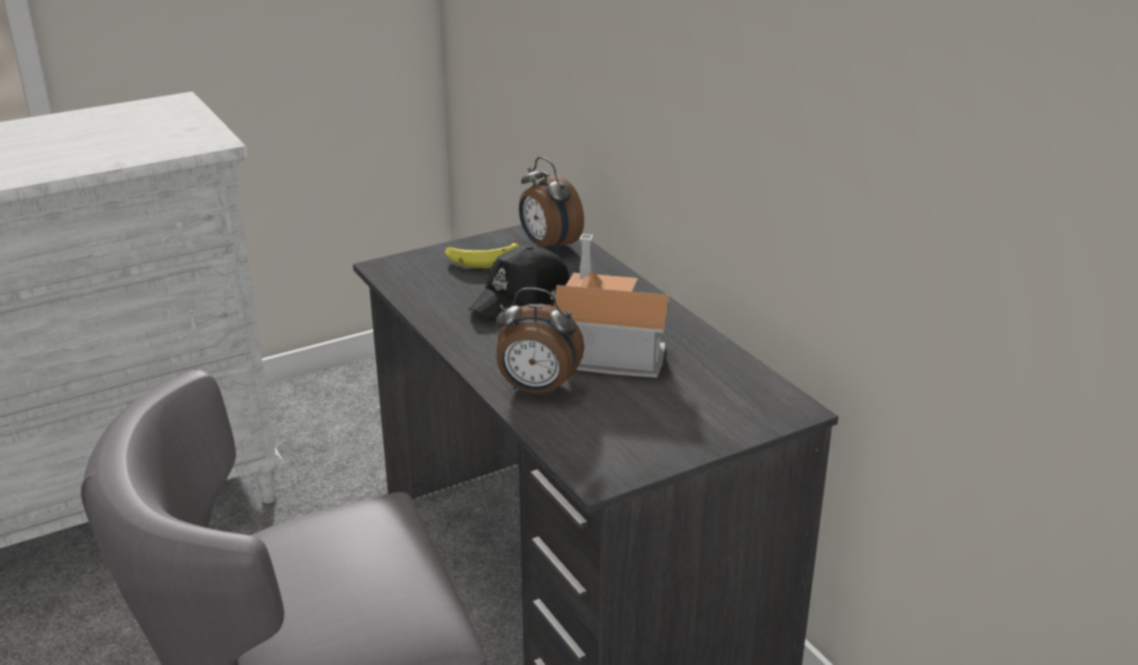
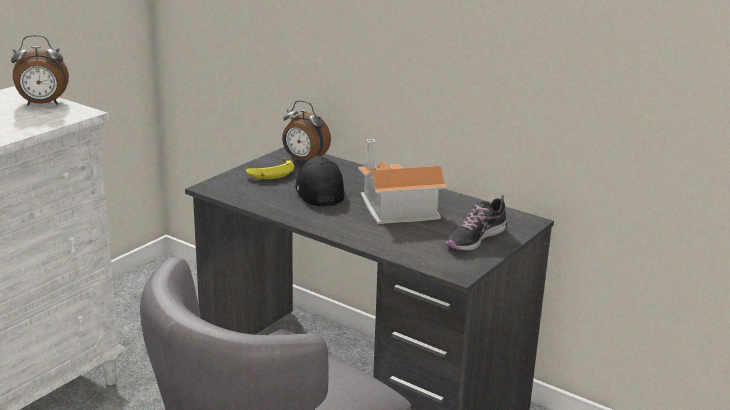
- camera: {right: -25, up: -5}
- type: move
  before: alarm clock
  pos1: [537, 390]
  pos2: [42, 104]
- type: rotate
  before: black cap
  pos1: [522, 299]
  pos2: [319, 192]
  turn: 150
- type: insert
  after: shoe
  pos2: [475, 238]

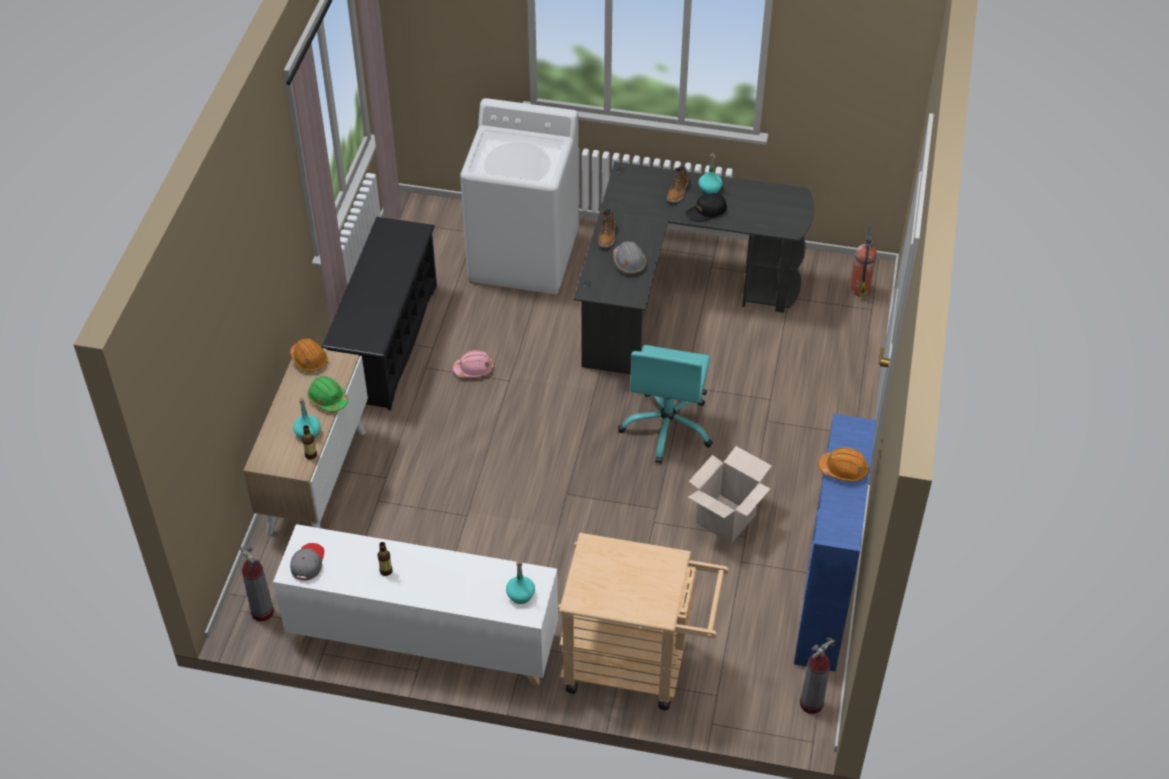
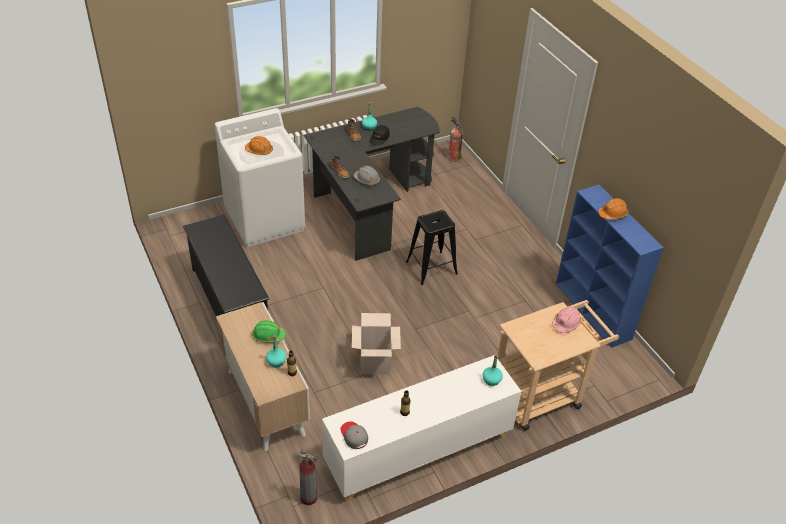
- camera: {right: -40, up: -5}
- type: move
  before: orange hard hat
  pos1: [309, 360]
  pos2: [259, 150]
- type: move
  before: cardboard box
  pos1: [726, 519]
  pos2: [375, 362]
- type: replace
  before: turquoise office chair
  after: black stool
  pos1: [667, 427]
  pos2: [432, 268]
- type: move
  before: pink hard hat
  pos1: [474, 369]
  pos2: [566, 323]
- type: delete
  before: fire extinguisher
  pos1: [811, 704]

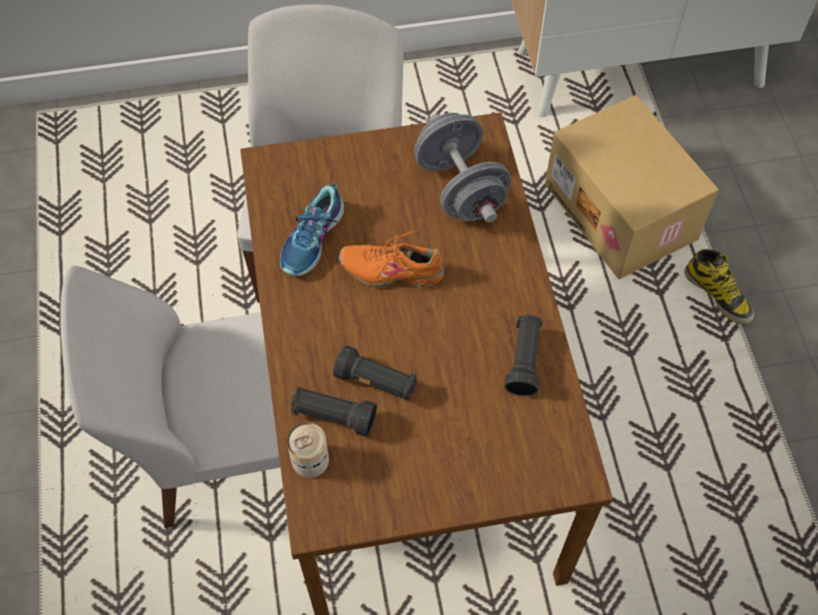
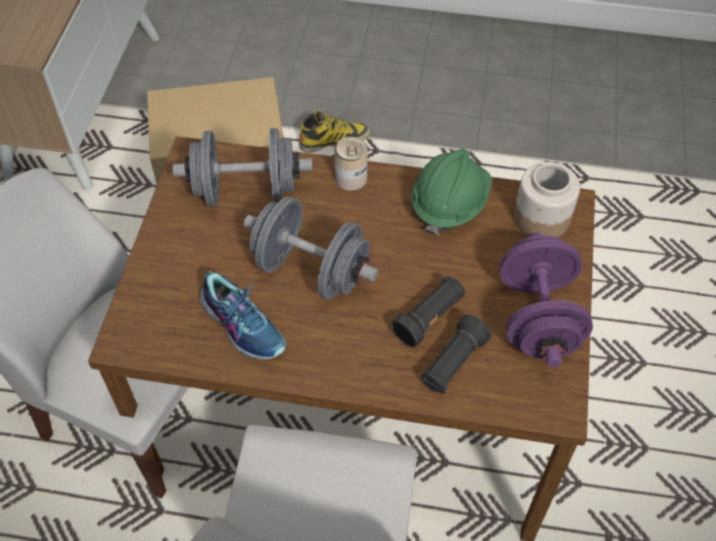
- camera: {right: -70, up: -5}
- type: replace
  before: orange shoe
  after: grey dumbbell
  pos1: [392, 270]
  pos2: [311, 270]
- type: move
  before: can
  pos1: [310, 460]
  pos2: [351, 178]
- type: replace
  before: black flashlight
  after: green hard hat
  pos1: [524, 361]
  pos2: [449, 204]
- type: insert
  after: purple dumbbell
  pos2: [538, 318]
- type: insert
  after: jar
  pos2: [541, 218]

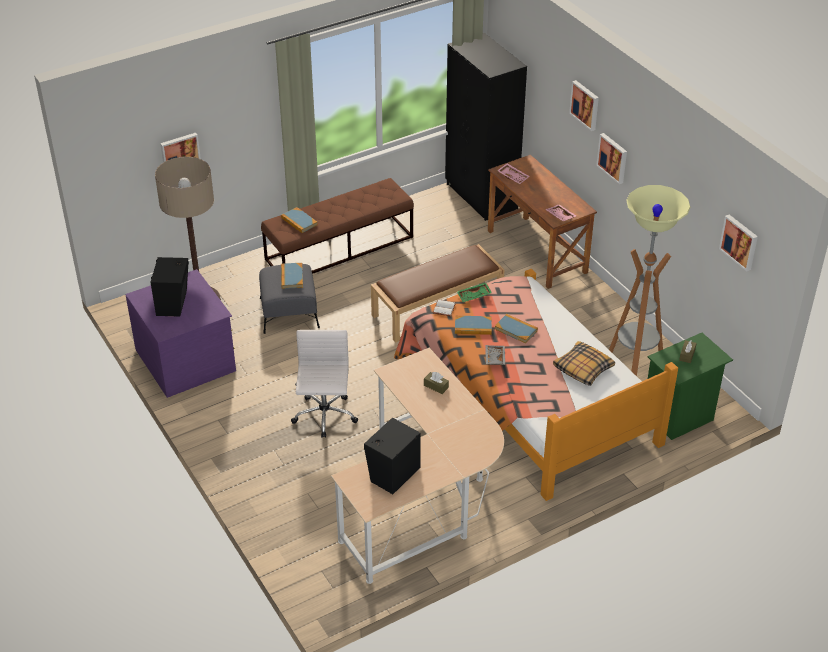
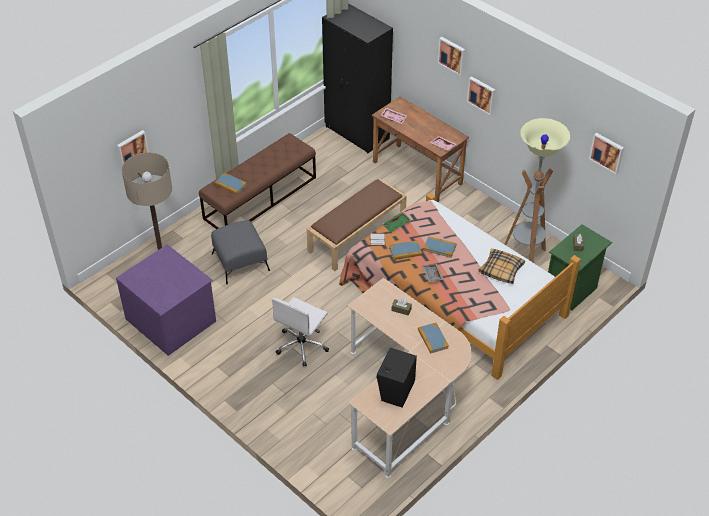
- camera: {right: -15, up: 5}
- type: rotate
  before: white office chair
  pos1: [324, 416]
  pos2: [302, 345]
  turn: -135
- type: move
  before: book
  pos1: [292, 277]
  pos2: [432, 339]
- type: delete
  before: black speaker
  pos1: [174, 303]

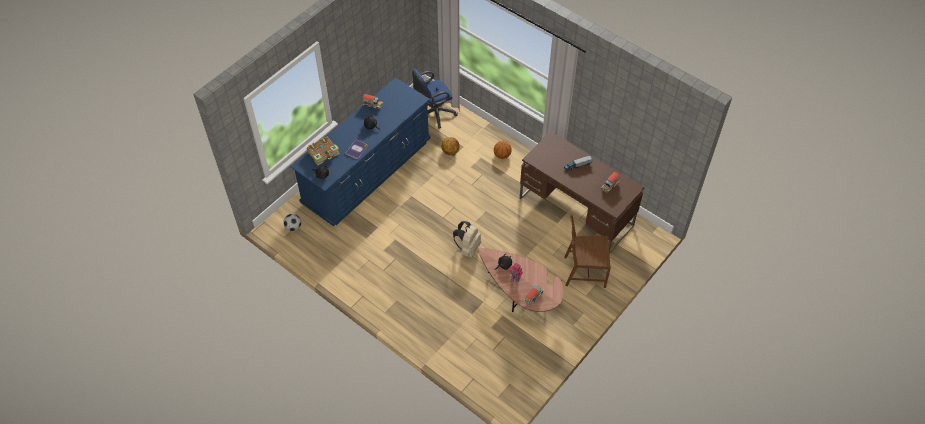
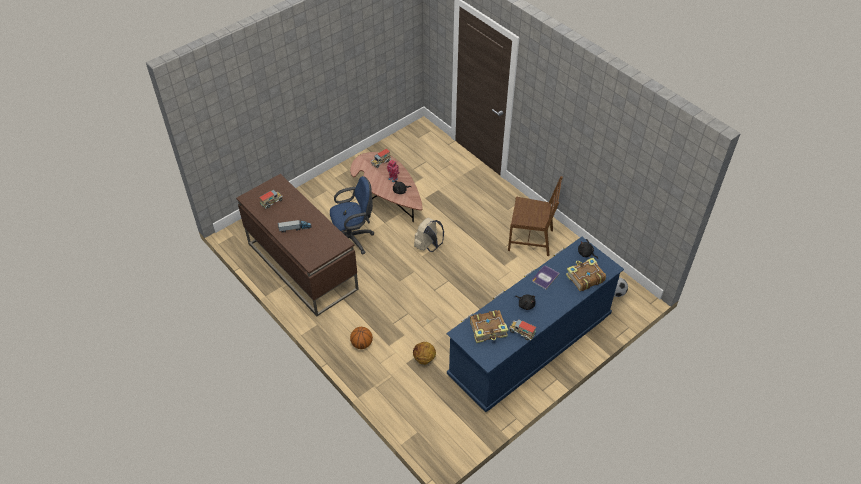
- camera: {right: -170, up: -5}
- type: move
  before: blue office chair
  pos1: [433, 114]
  pos2: [353, 239]
- type: insert
  after: book
  pos2: [488, 330]
- type: move
  before: brown chair
  pos1: [584, 271]
  pos2: [531, 239]

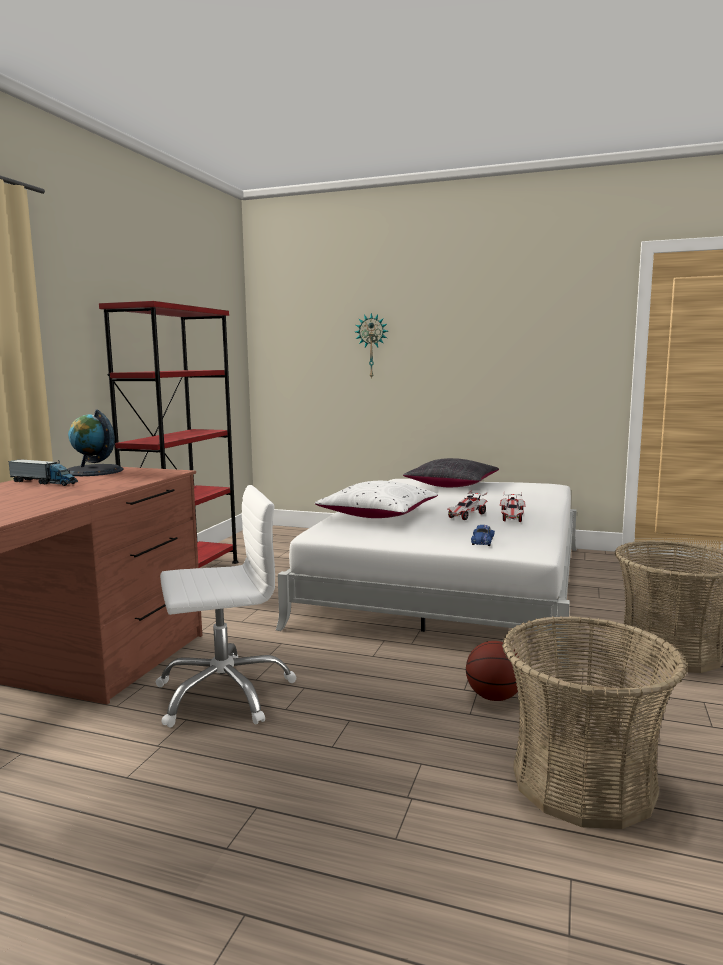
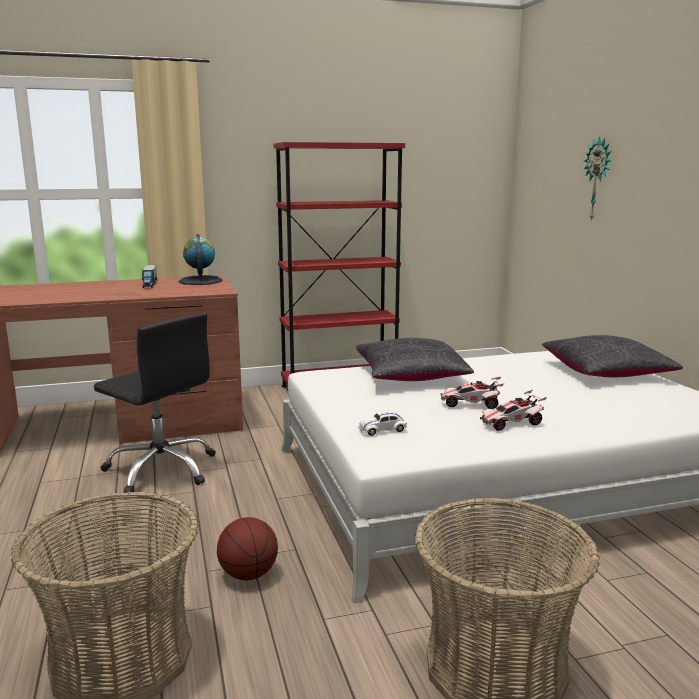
- camera: {right: 55, up: 5}
- type: recolor
  before: white office chair
  after: black office chair
  pos1: [224, 693]
  pos2: [162, 469]
- type: recolor
  before: white pillow
  after: black pillow
  pos1: [378, 515]
  pos2: [411, 376]
- type: recolor
  before: blue toy car
  after: white toy car
  pos1: [482, 542]
  pos2: [382, 430]

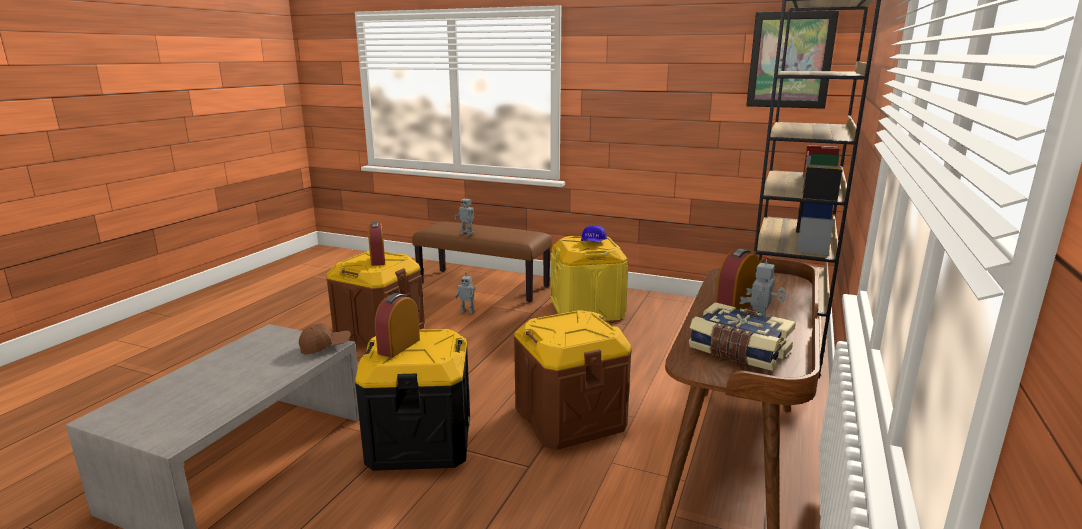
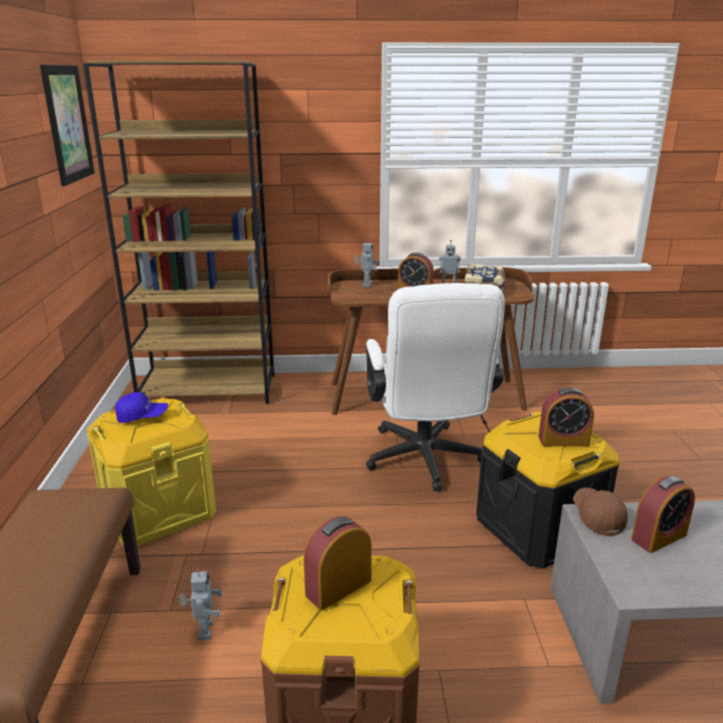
- camera: {right: -115, up: 5}
- type: move
  before: toy robot
  pos1: [467, 233]
  pos2: [366, 285]
- type: replace
  before: brown storage box
  after: white office chair
  pos1: [569, 418]
  pos2: [425, 462]
- type: rotate
  before: brown cap
  pos1: [325, 346]
  pos2: [597, 517]
  turn: 45
- type: insert
  after: alarm clock
  pos2: [659, 537]

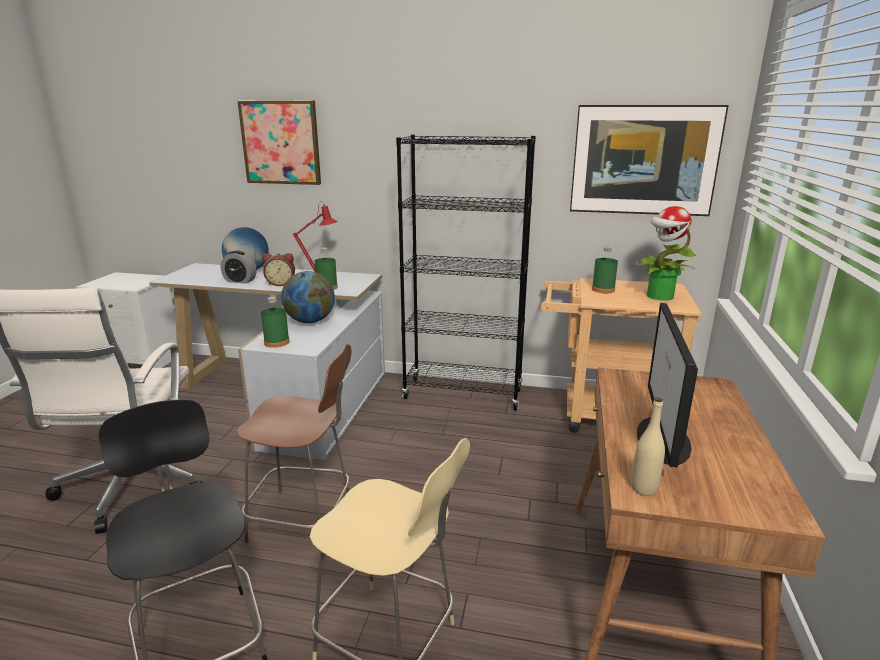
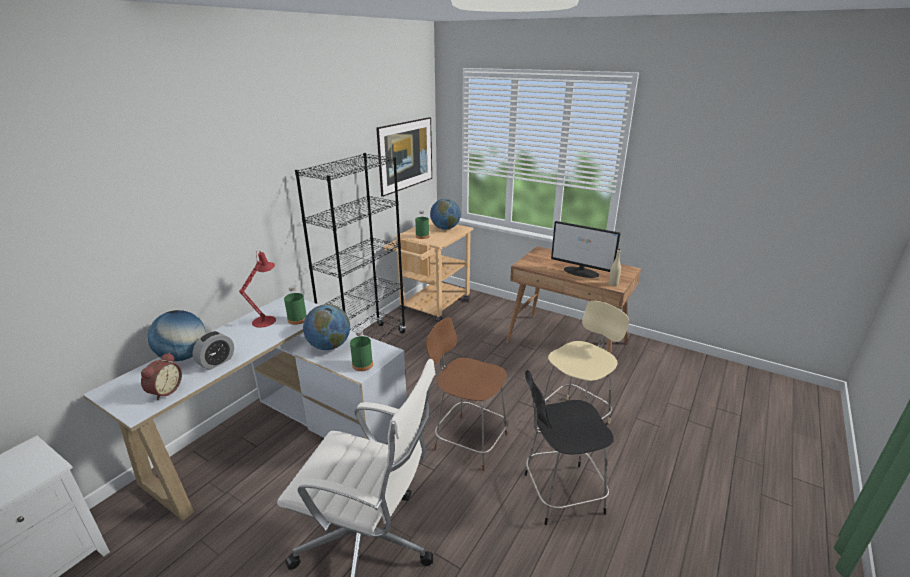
- camera: {right: -70, up: 5}
- type: move
  before: alarm clock
  pos1: [281, 283]
  pos2: [164, 391]
- type: rotate
  before: brown chair
  pos1: [304, 520]
  pos2: [468, 441]
  turn: -90
- type: replace
  before: potted plant
  after: globe
  pos1: [659, 296]
  pos2: [445, 228]
- type: delete
  before: picture
  pos1: [281, 142]

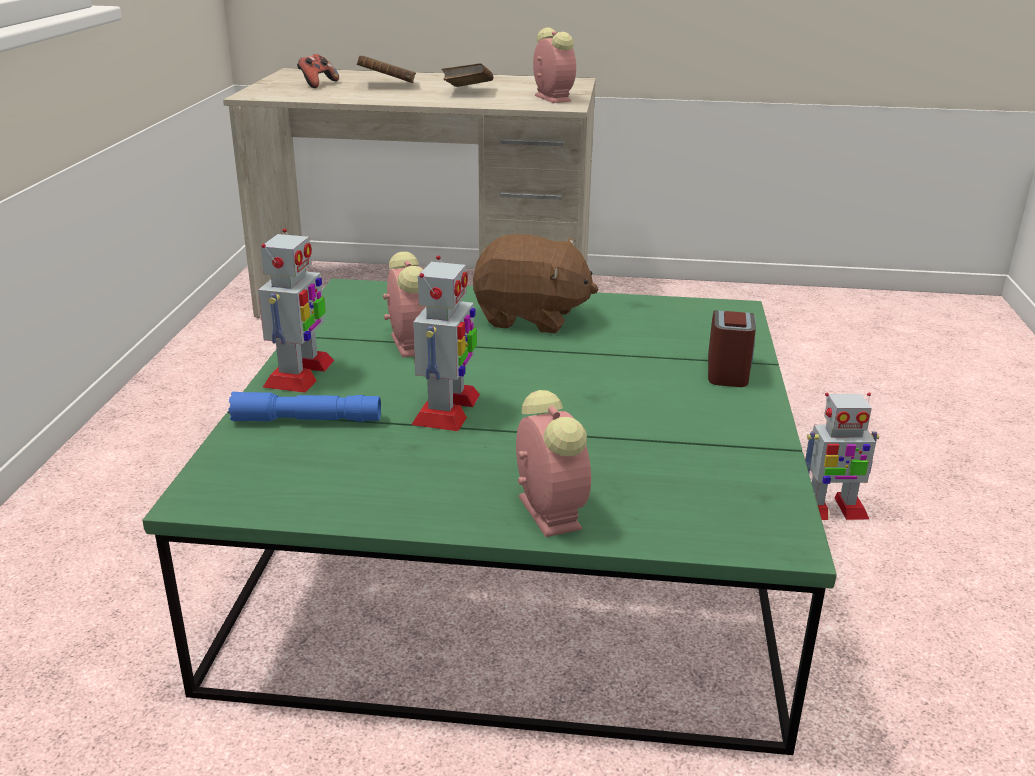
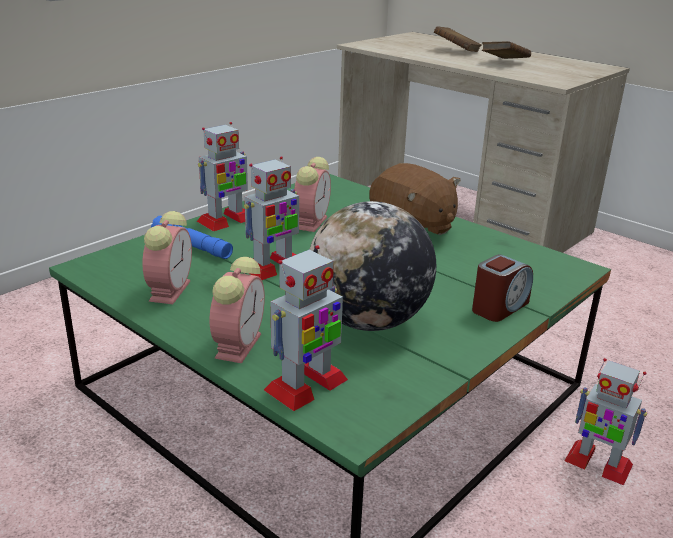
- camera: {right: 35, up: 0}
- type: move
  before: alarm clock
  pos1: [551, 98]
  pos2: [170, 290]
- type: insert
  after: toy robot
  pos2: [306, 386]
- type: insert
  after: globe
  pos2: [368, 321]
- type: delete
  before: game controller
  pos1: [317, 84]

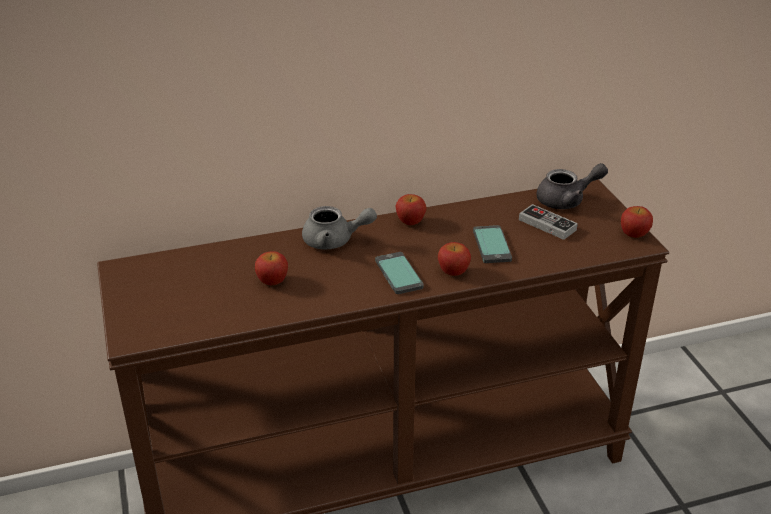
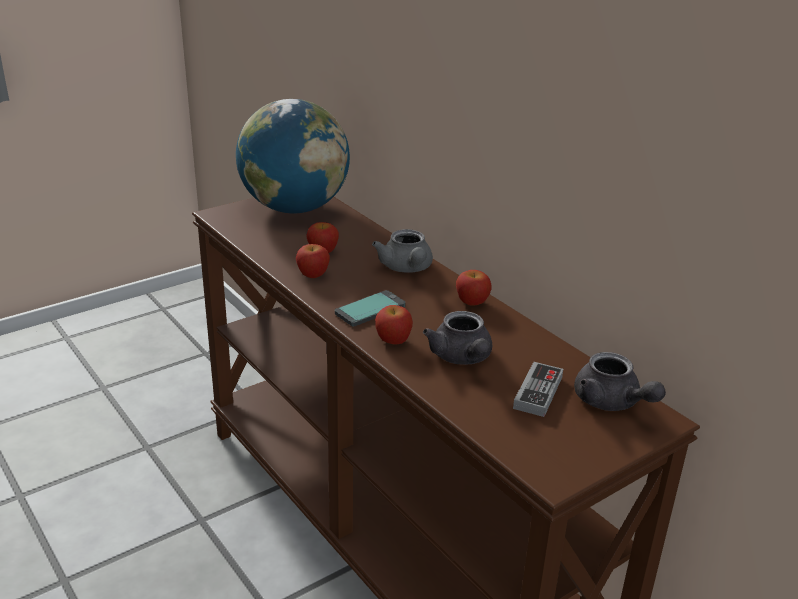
- camera: {right: 70, up: -5}
- type: insert
  after: globe
  pos2: [294, 208]
- type: move
  before: apple
  pos1: [634, 234]
  pos2: [313, 275]
- type: replace
  before: phone
  after: grey teapot
  pos1: [492, 245]
  pos2: [462, 358]

